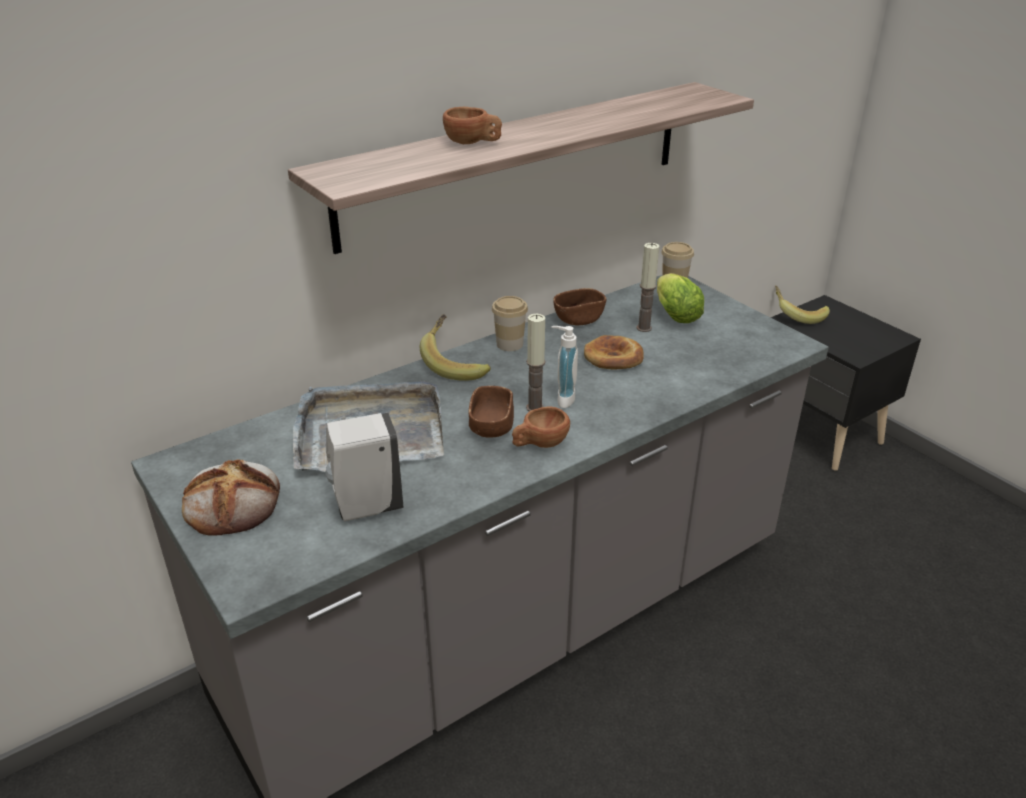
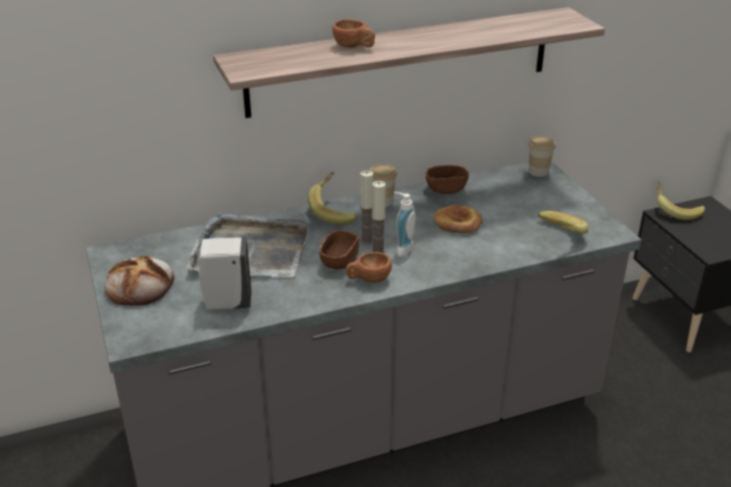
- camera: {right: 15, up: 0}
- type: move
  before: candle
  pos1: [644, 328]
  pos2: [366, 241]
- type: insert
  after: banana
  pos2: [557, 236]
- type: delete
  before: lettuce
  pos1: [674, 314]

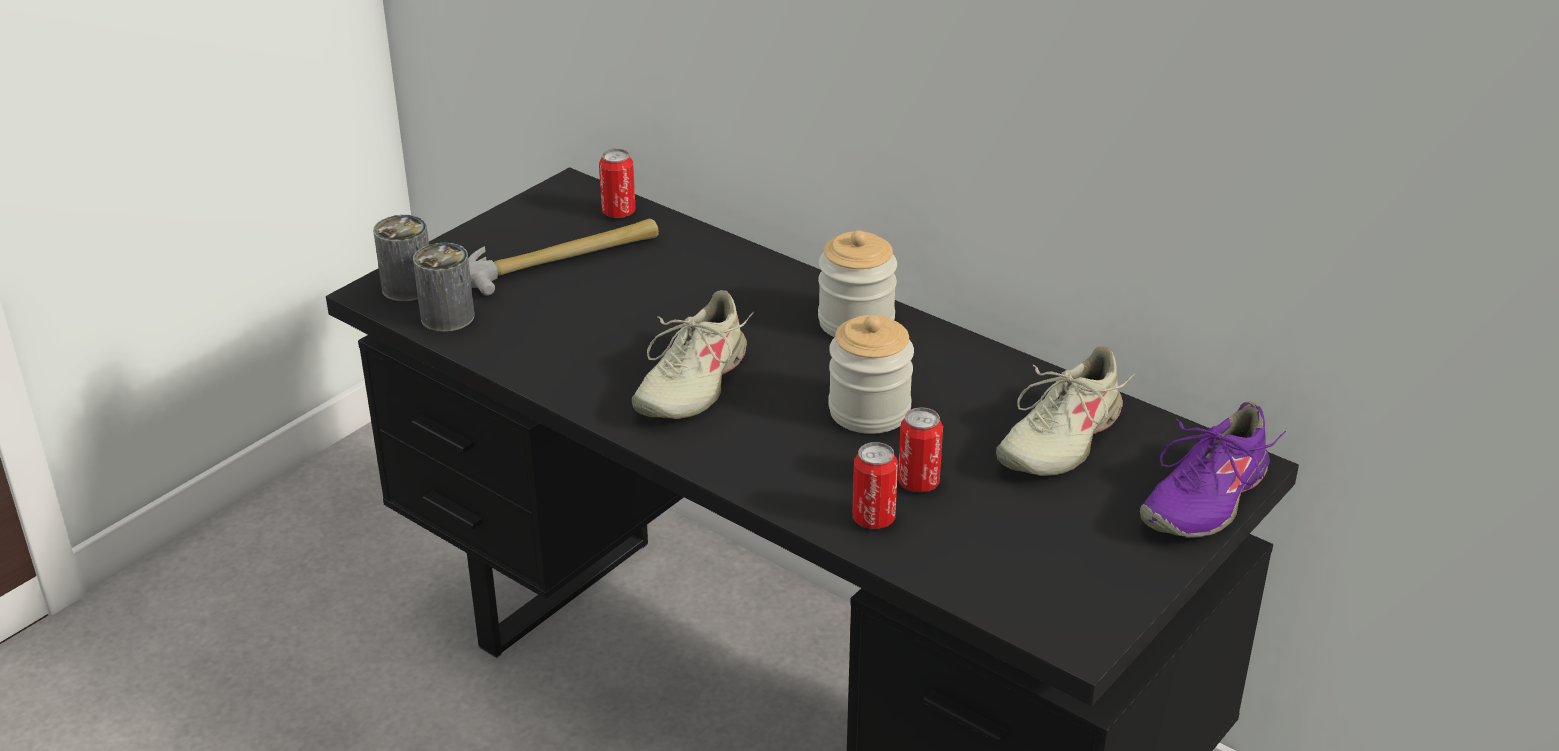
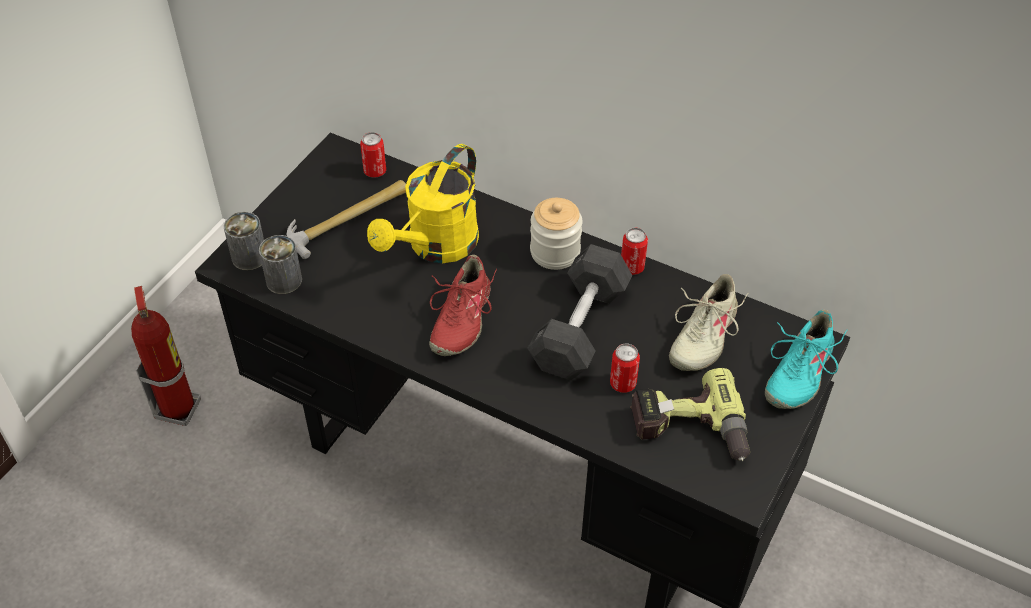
- camera: {right: -10, up: 15}
- type: insert
  after: fire extinguisher
  pos2: [178, 408]
- type: insert
  after: yellow watering can
  pos2: [435, 247]
- type: recolor
  before: beige shoe
  after: red shoe
  pos1: [691, 384]
  pos2: [460, 319]
- type: replace
  before: jar
  after: grey dumbbell
  pos1: [869, 411]
  pos2: [579, 328]
- type: move
  before: can
  pos1: [873, 519]
  pos2: [632, 267]
- type: insert
  after: power drill
  pos2: [689, 431]
- type: recolor
  before: purple shoe
  after: turquoise shoe
  pos1: [1204, 498]
  pos2: [798, 372]

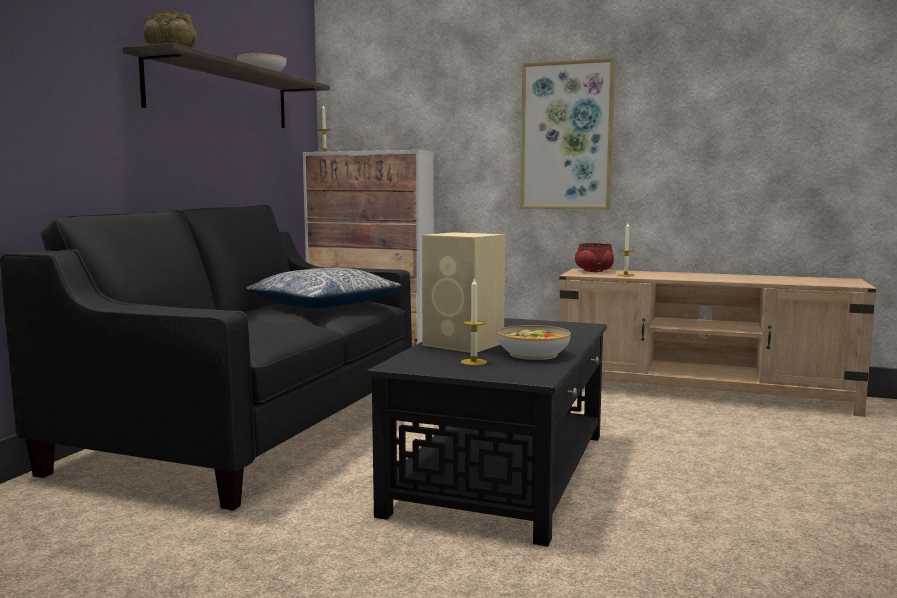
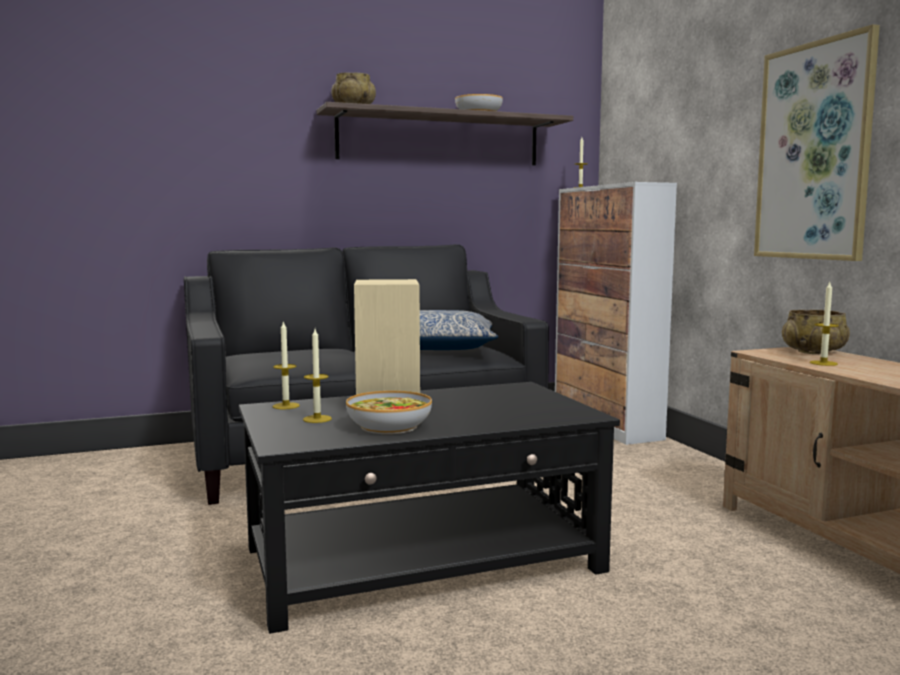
- camera: {right: 50, up: 0}
- type: insert
  after: candle
  pos2: [286, 406]
- type: recolor
  before: red bowl
  after: beige bowl
  pos1: [594, 271]
  pos2: [814, 352]

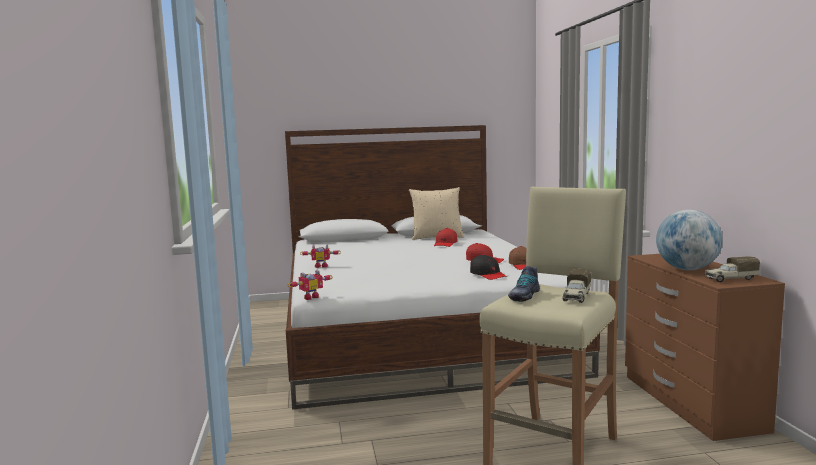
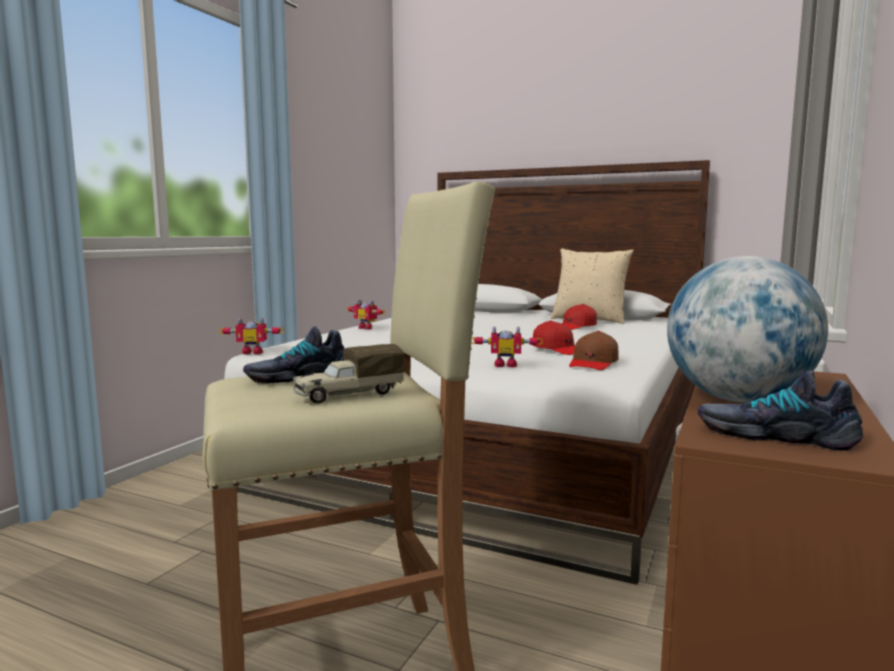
- camera: {right: 35, up: 0}
- type: replace
  before: black cap
  after: toy robot
  pos1: [488, 275]
  pos2: [505, 365]
- type: replace
  before: toy truck
  after: shoe
  pos1: [730, 279]
  pos2: [774, 436]

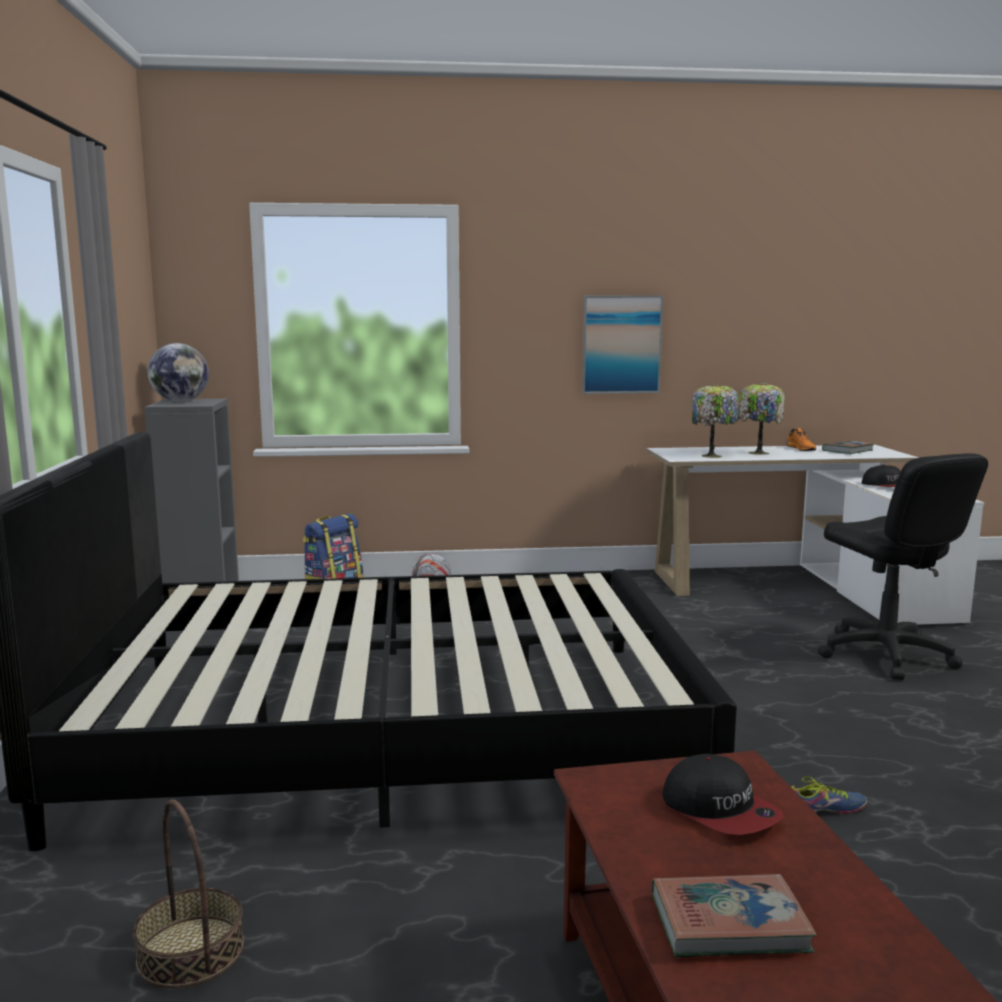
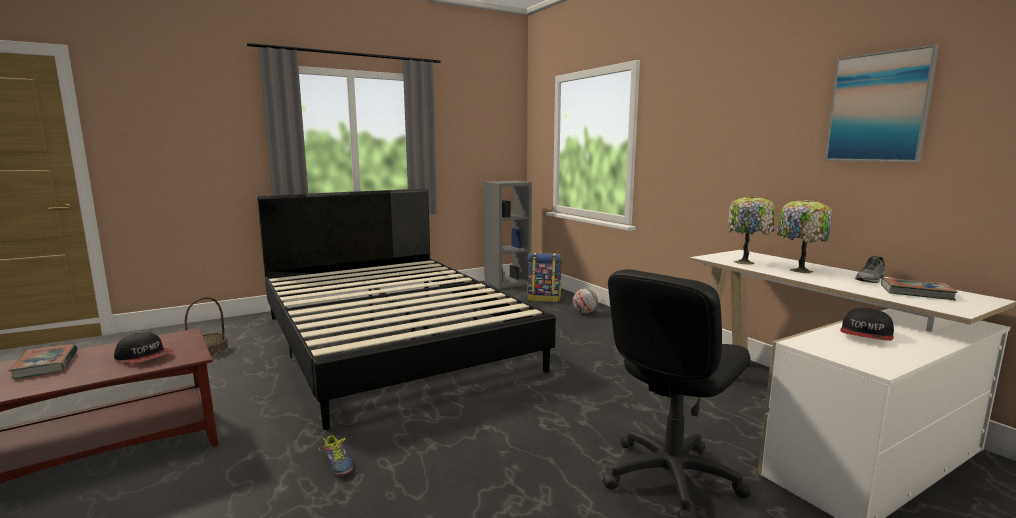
- camera: {right: 65, up: 0}
- type: rotate
  before: cap
  pos1: [720, 810]
  pos2: [144, 356]
  turn: -90
- type: move
  before: picture
  pos1: [621, 344]
  pos2: [878, 108]
- type: recolor
  before: orange shoe
  after: grey shoe
  pos1: [801, 449]
  pos2: [871, 279]
- type: delete
  before: globe
  pos1: [180, 401]

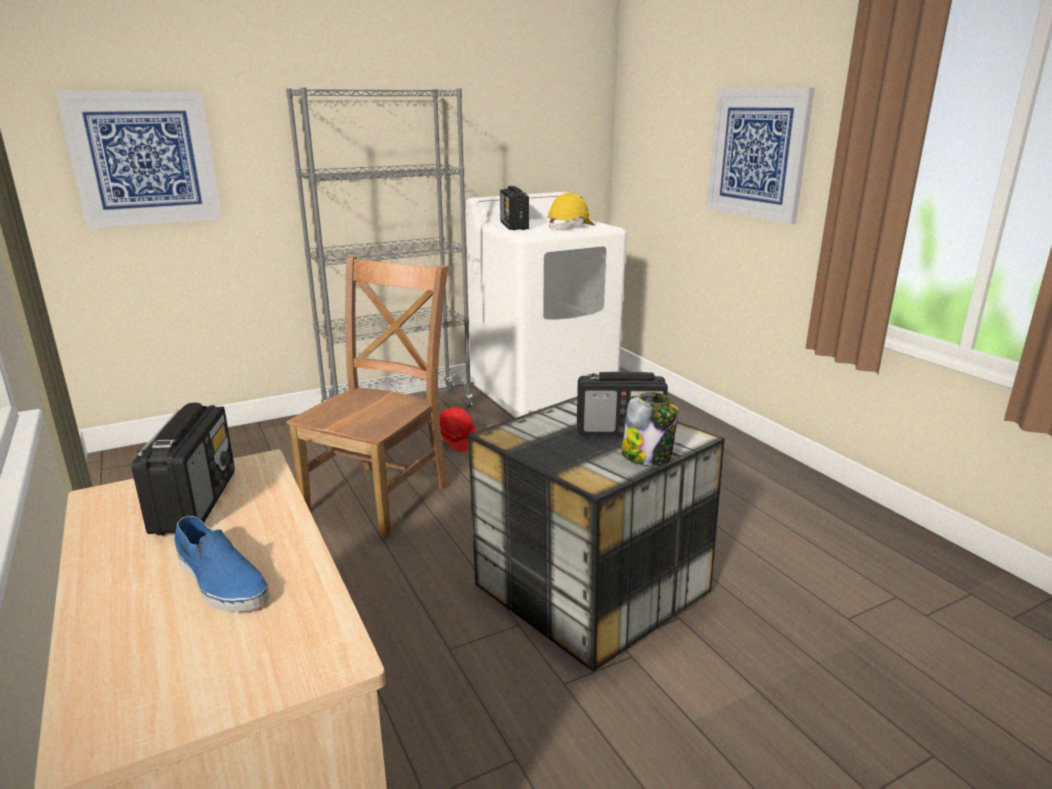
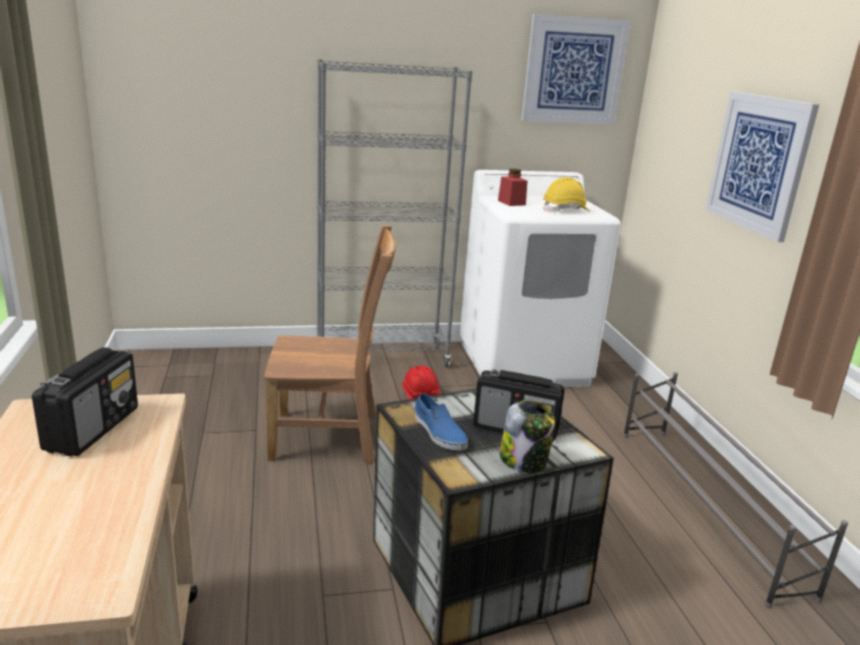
- camera: {right: 15, up: 0}
- type: rotate
  before: brown chair
  pos1: [381, 496]
  pos2: [330, 437]
  turn: 45
- type: move
  before: blue shoe
  pos1: [220, 580]
  pos2: [439, 432]
- type: replace
  before: radio
  after: red jar
  pos1: [514, 226]
  pos2: [511, 203]
- type: move
  before: picture
  pos1: [144, 159]
  pos2: [574, 71]
- type: insert
  after: grey shoe rack
  pos2: [706, 506]

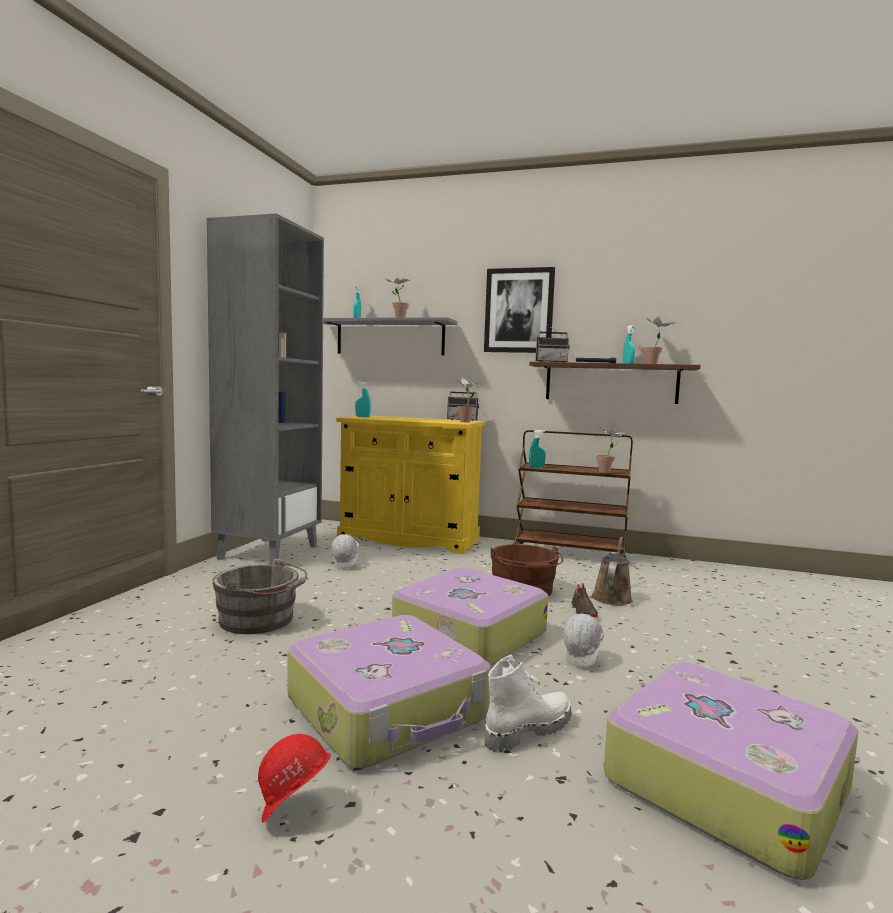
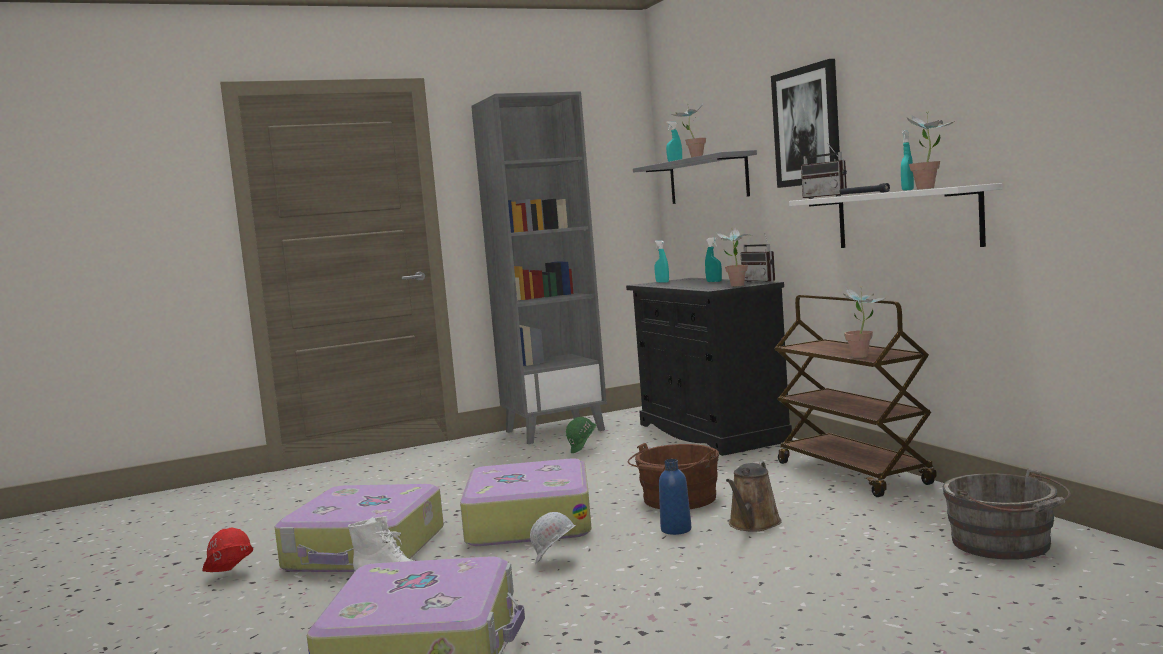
- camera: {right: 50, up: 0}
- type: recolor
  before: white hard hat
  after: green hard hat
  pos1: [345, 565]
  pos2: [583, 451]
- type: recolor
  before: yellow cabinet
  after: black cabinet
  pos1: [409, 538]
  pos2: [710, 432]
- type: replace
  before: black shoe
  after: blue bottle
  pos1: [582, 612]
  pos2: [676, 530]
- type: move
  before: turquoise spray bottle
  pos1: [536, 467]
  pos2: [714, 281]
- type: rotate
  before: brown watering can
  pos1: [612, 597]
  pos2: [753, 524]
  turn: 135
- type: recolor
  before: brown shelf
  after: white shelf
  pos1: [611, 383]
  pos2: [905, 219]
- type: move
  before: grey bucket
  pos1: [260, 620]
  pos2: [1005, 545]

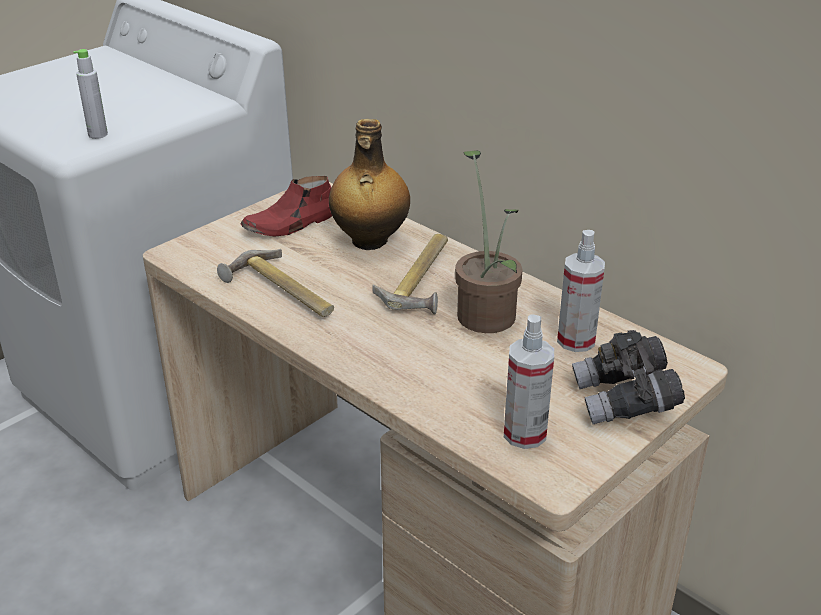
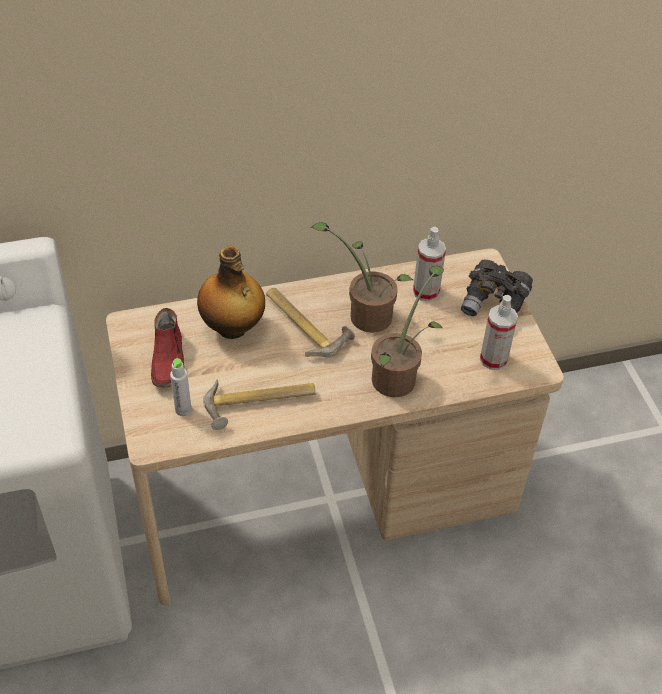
- camera: {right: -60, up: 15}
- type: move
  before: grey bottle
  pos1: [98, 134]
  pos2: [183, 409]
- type: insert
  after: potted plant
  pos2: [399, 376]

